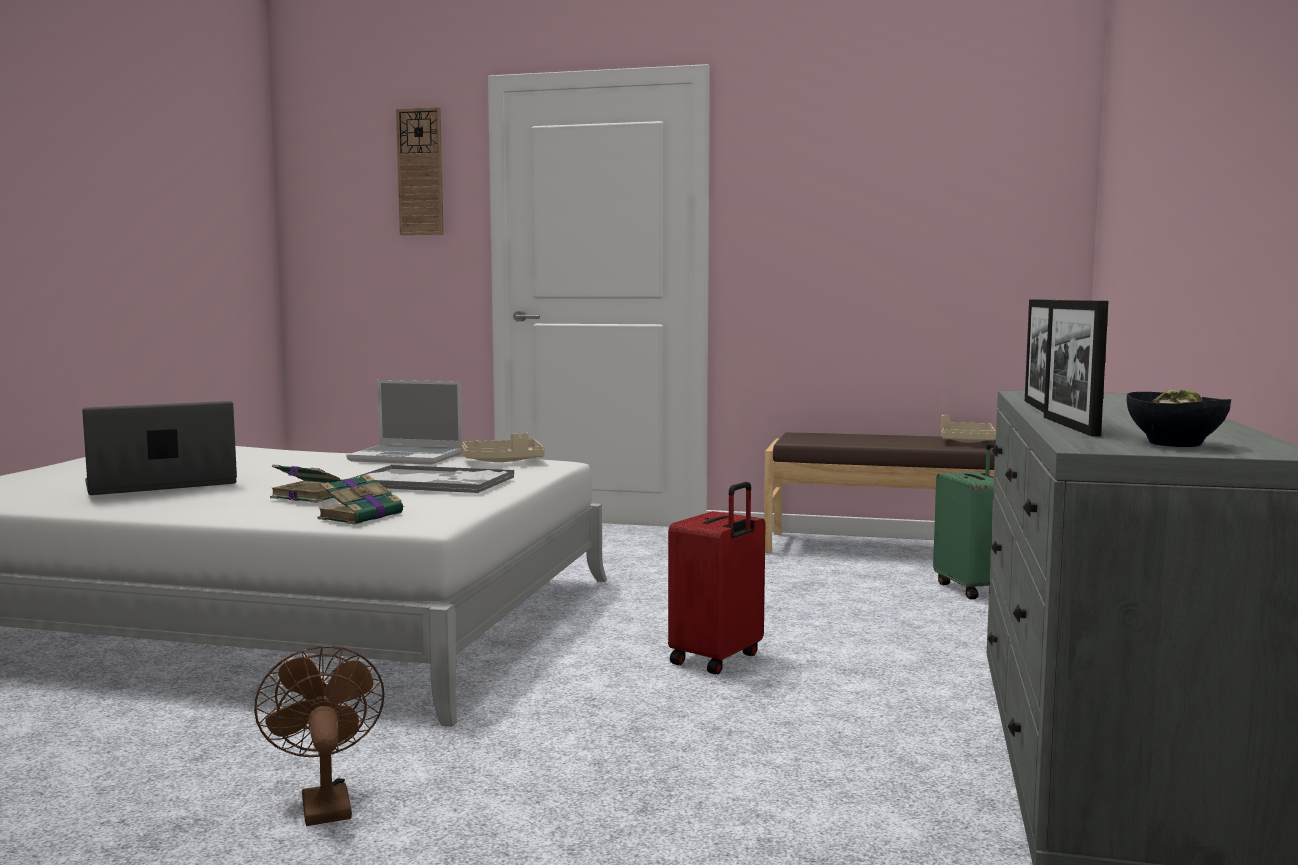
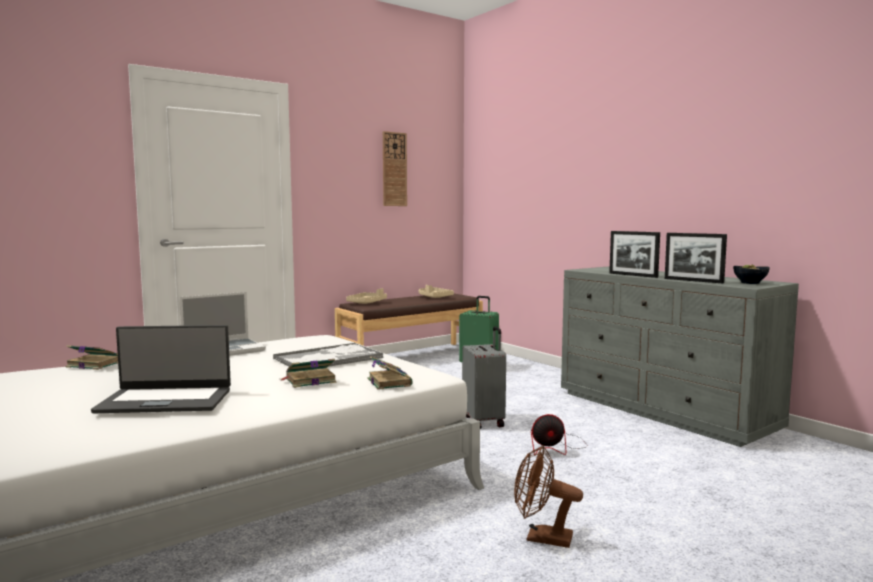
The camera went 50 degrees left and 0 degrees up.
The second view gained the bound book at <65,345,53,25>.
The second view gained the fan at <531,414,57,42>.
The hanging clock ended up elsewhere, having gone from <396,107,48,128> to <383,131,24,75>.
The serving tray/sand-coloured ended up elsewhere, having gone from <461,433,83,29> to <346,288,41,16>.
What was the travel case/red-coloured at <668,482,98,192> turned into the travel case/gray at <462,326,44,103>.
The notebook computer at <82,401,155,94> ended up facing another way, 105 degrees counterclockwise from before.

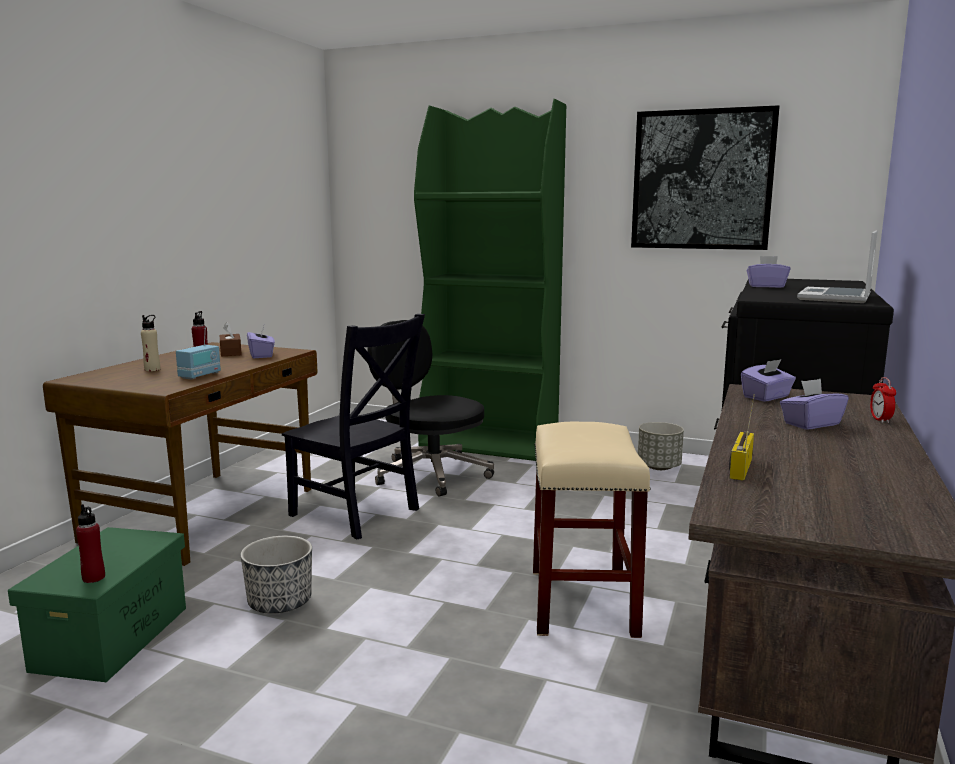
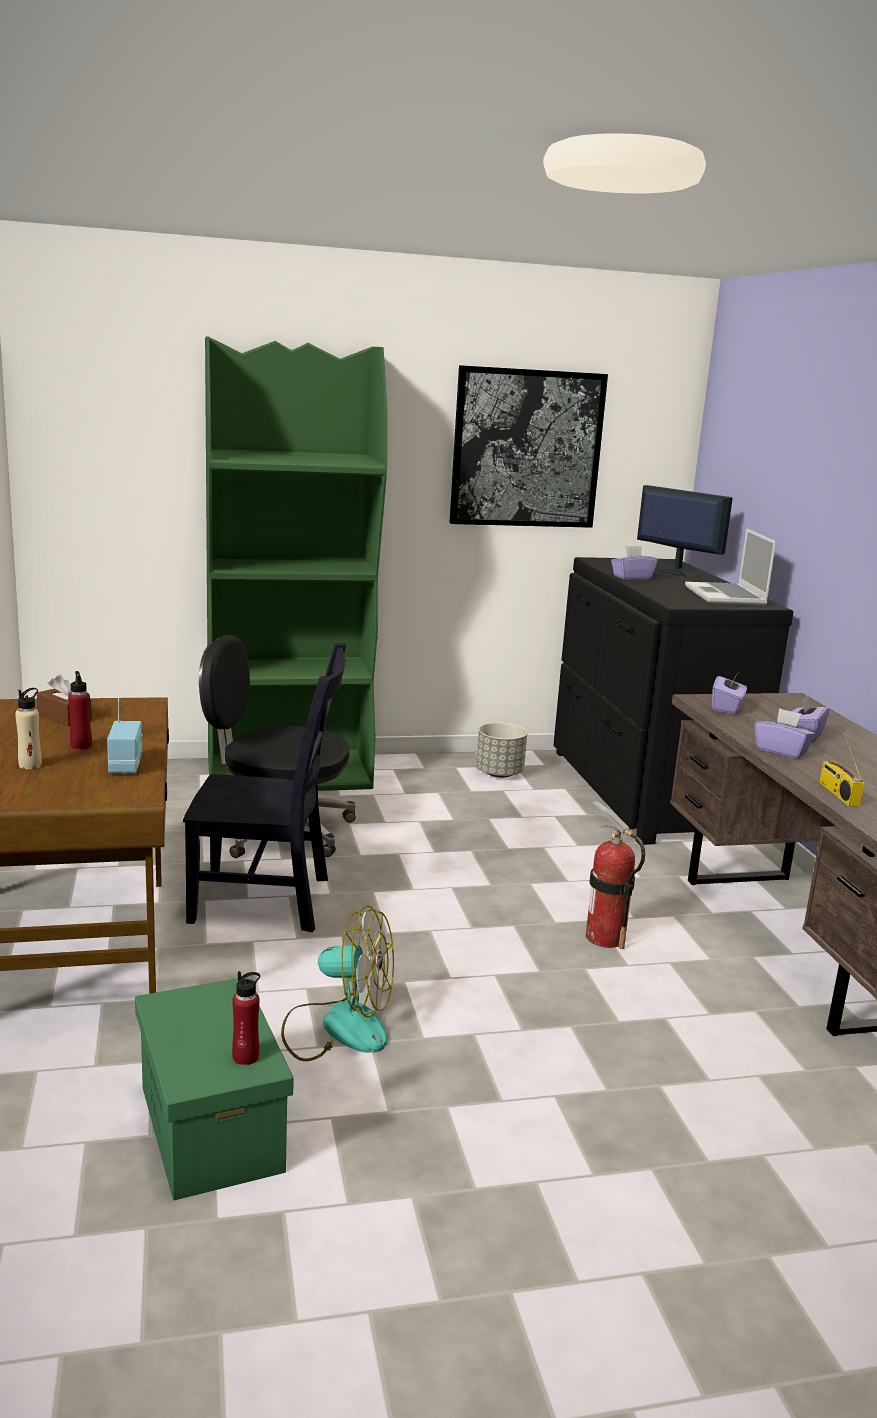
The camera went 35 degrees left and 5 degrees up.
The second view lost the alarm clock at <870,377,26,46>.
The second view gained the monitor at <637,485,96,92>.
The tissue holder/purplish ended up elsewhere, having gone from <247,326,28,32> to <754,708,62,51>.
Where the planter stood at <240,536,72,78>, the fan came to stand at <281,906,113,155>.
Where the stool seat/sand-coloured stood at <533,422,118,216>, the extinguisher came to stand at <586,801,59,148>.

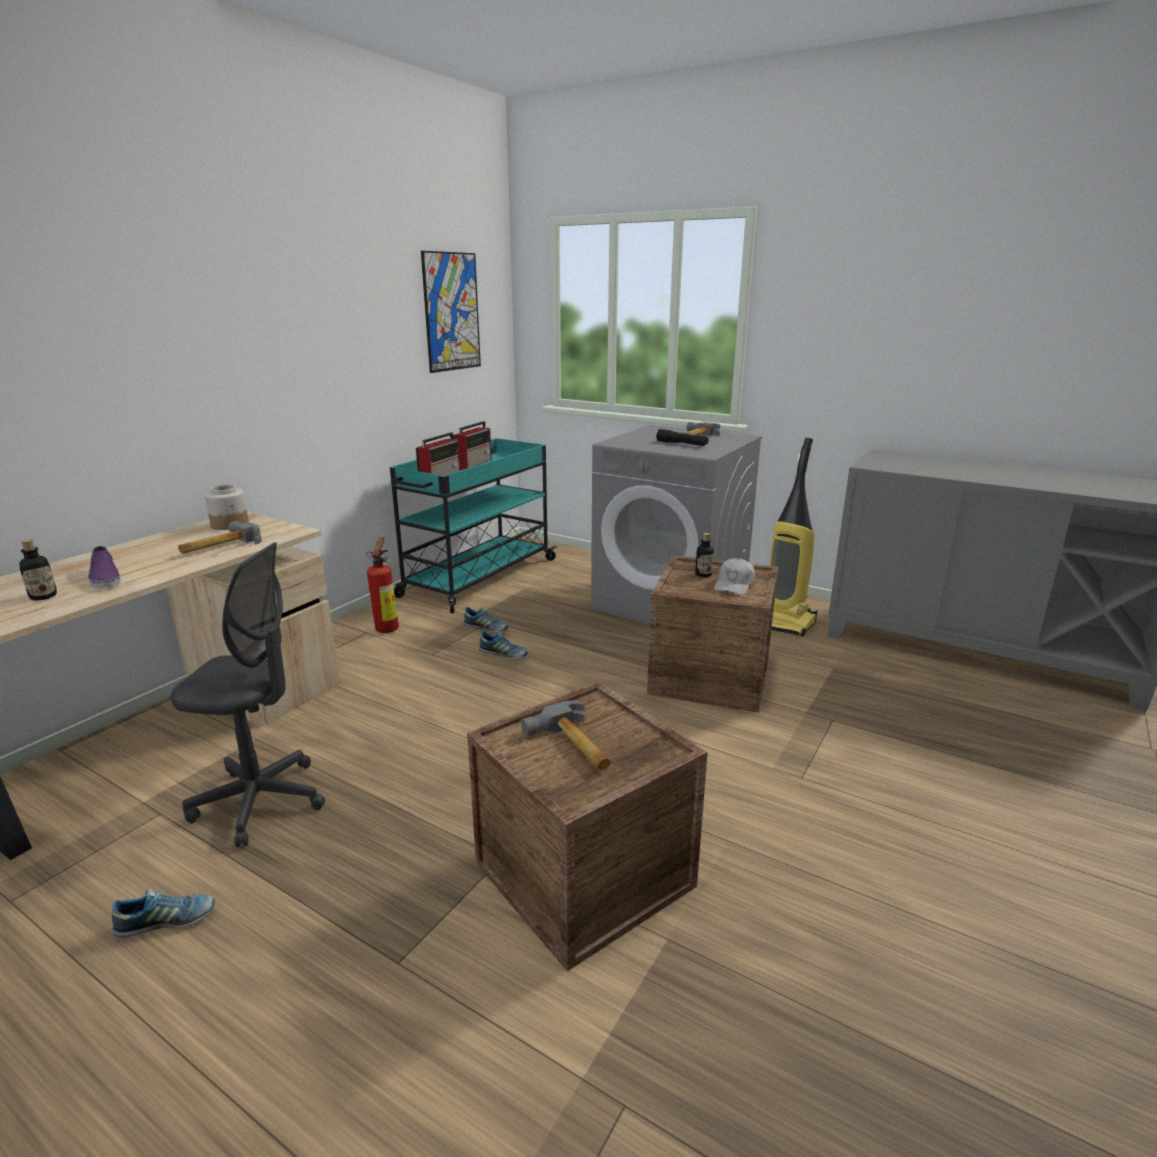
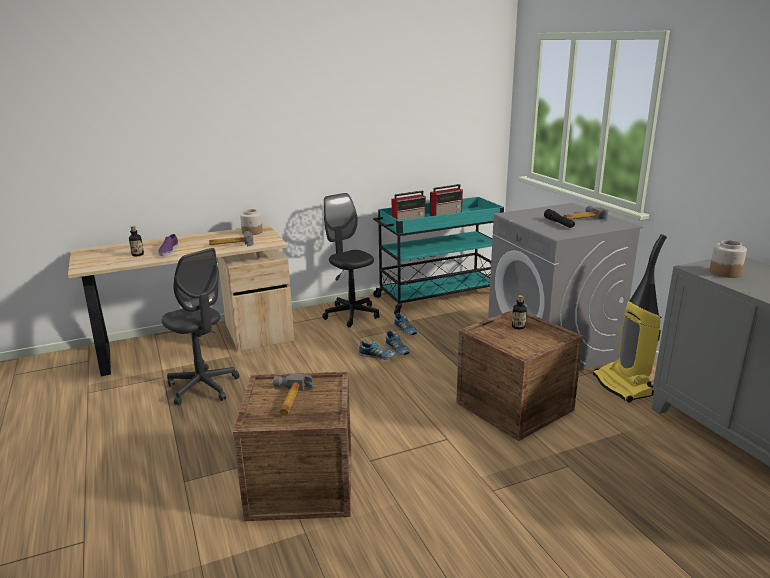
The camera went 35 degrees right and 0 degrees up.
The second view lost the wall picture at <421,251,60,122>.
The second view lost the cap/white at <714,558,41,37>.
The second view gained the preserve jar at <709,240,38,38>.
The item of footwear ended up elsewhere, having gone from <111,889,104,49> to <358,341,37,19>.
Where the extinguisher stood at <367,537,32,96>, the desk chair/black came to stand at <322,193,57,135>.

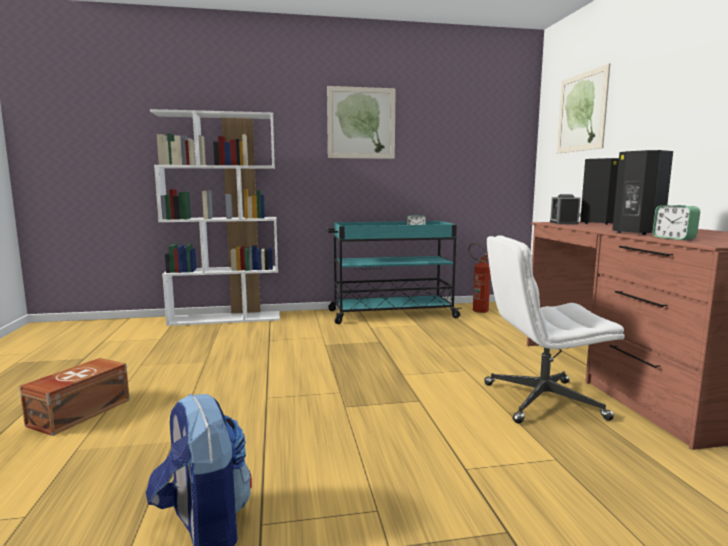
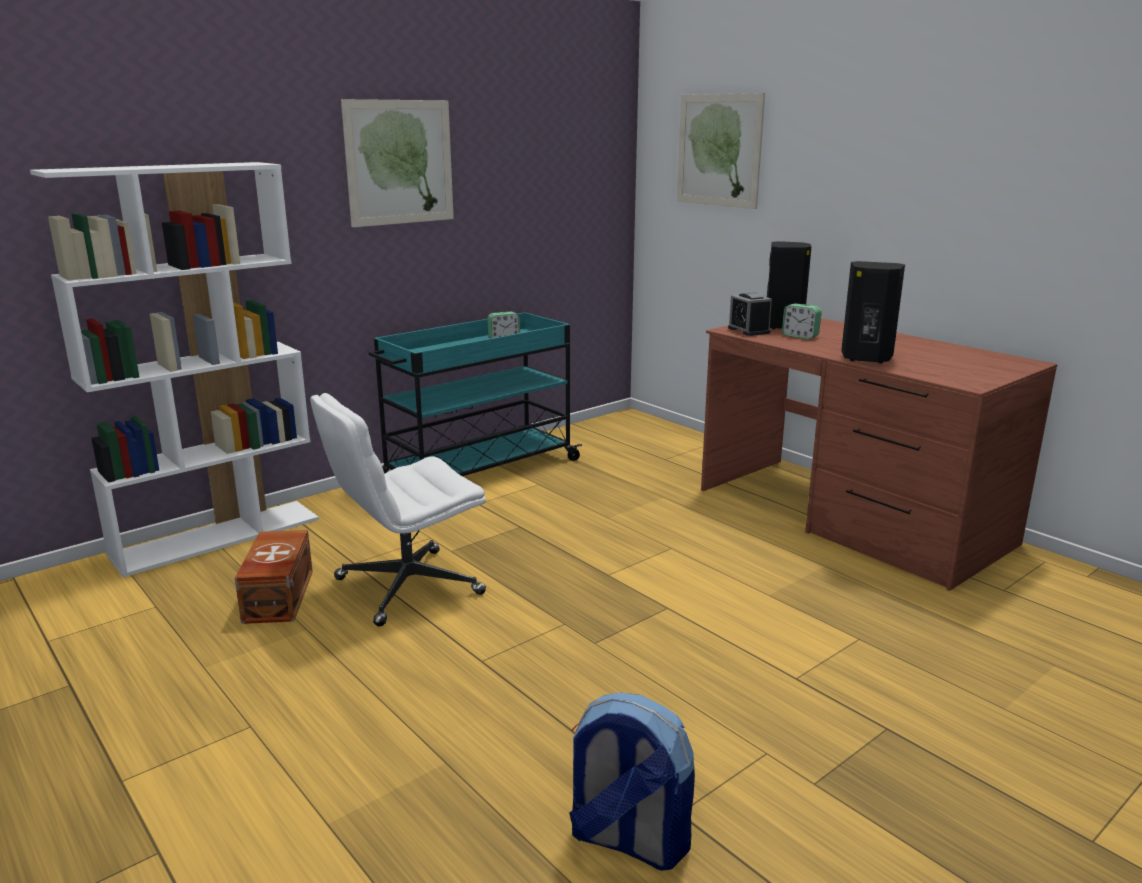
The camera went 30 degrees left and 10 degrees up.
The second view lost the extinguisher at <468,243,22,70>.
The storage box/brownish ended up elsewhere, having gone from <19,358,111,78> to <235,530,78,94>.
The desk chair/white ended up elsewhere, having gone from <484,235,141,189> to <310,393,176,234>.
The alarm clock ended up elsewhere, having gone from <652,205,48,35> to <782,303,40,36>.

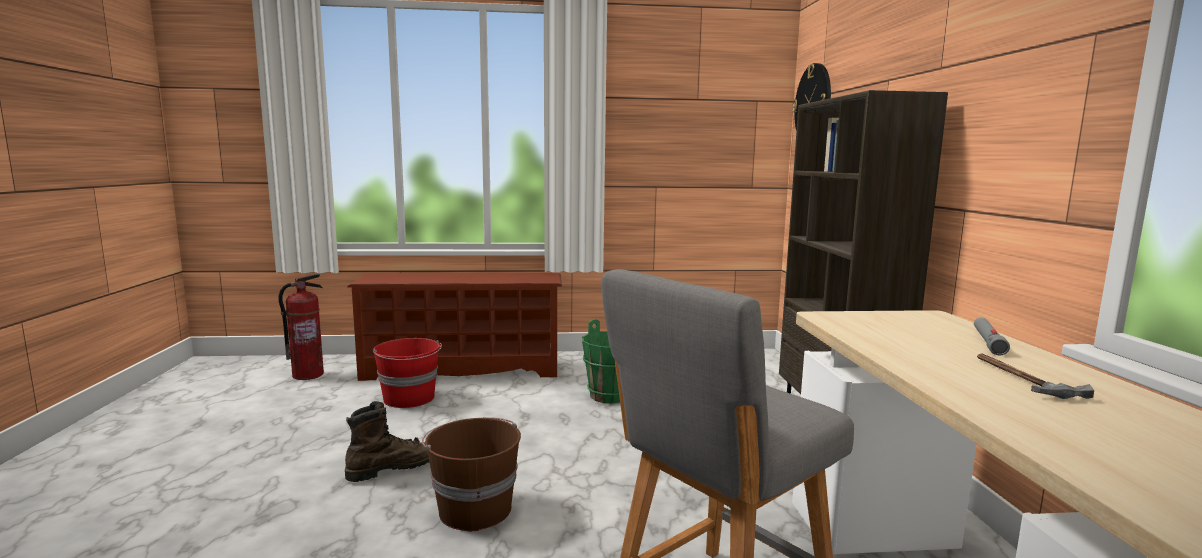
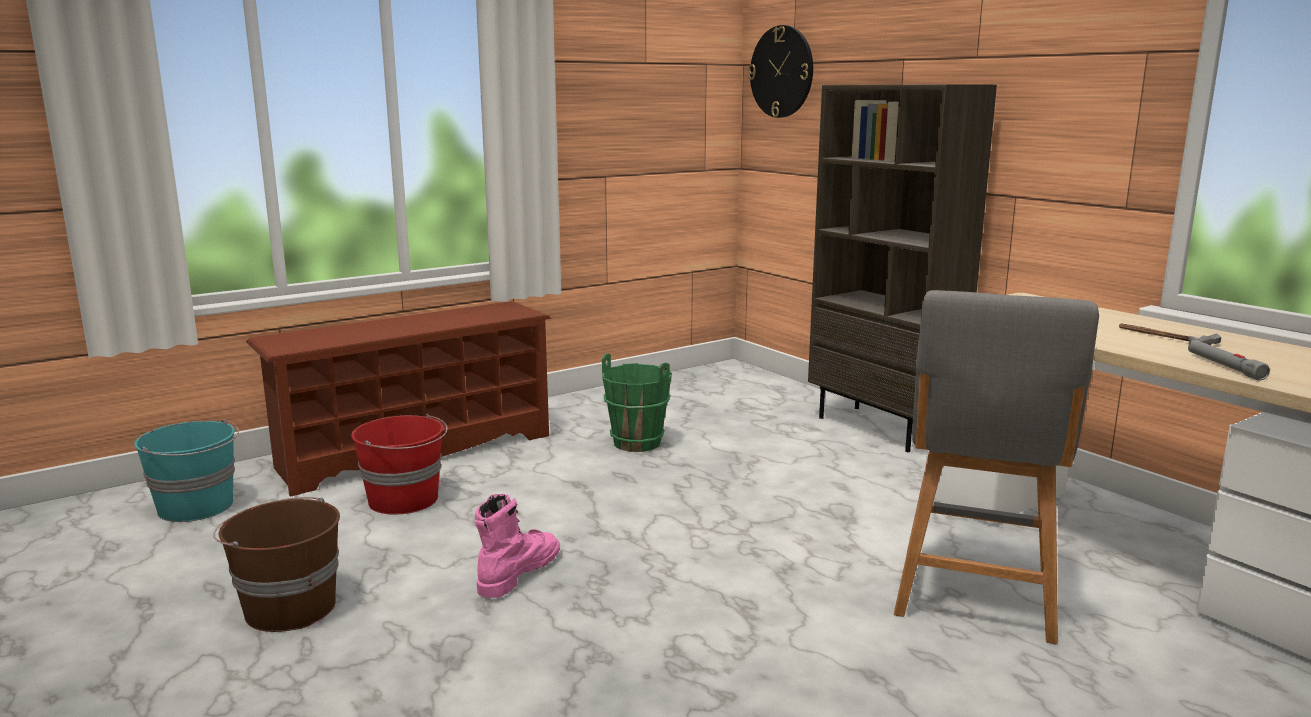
The camera went 30 degrees left and 5 degrees up.
The pail/brownish ended up elsewhere, having gone from <422,417,99,114> to <213,497,127,135>.
The flashlight/gray ended up elsewhere, having gone from <974,318,36,37> to <1188,340,82,41>.
Where the extinguisher stood at <278,274,46,106>, the pail/turquoise came to stand at <134,420,105,102>.
What was the boot/brownish at <345,401,85,81> turned into the boot/pinkish at <475,494,85,104>.

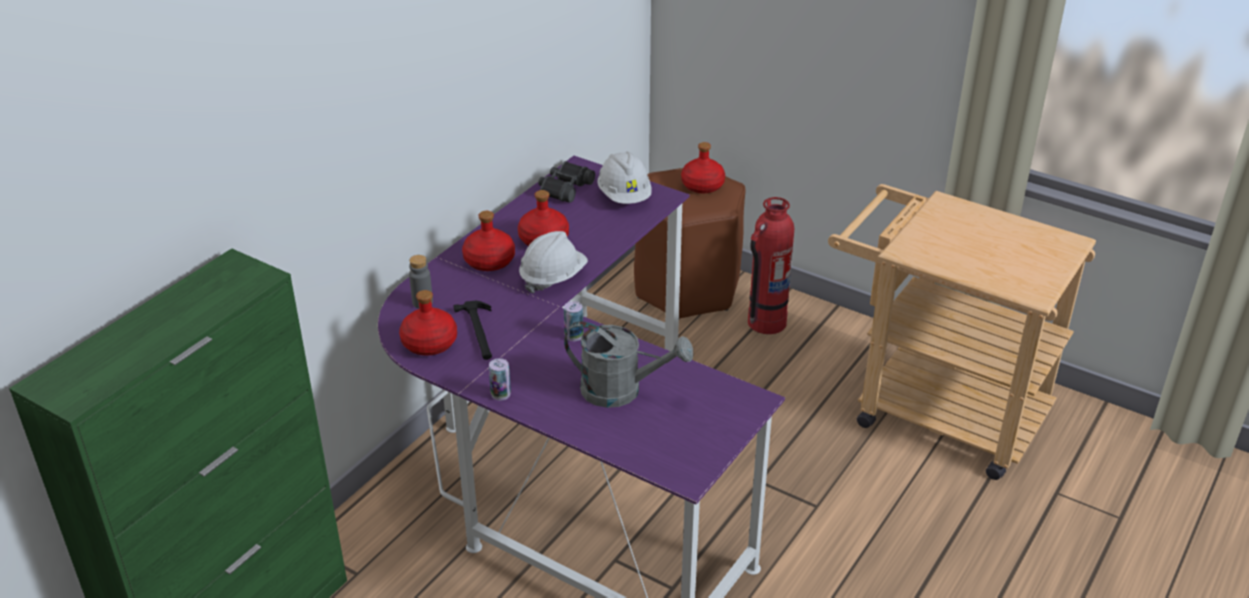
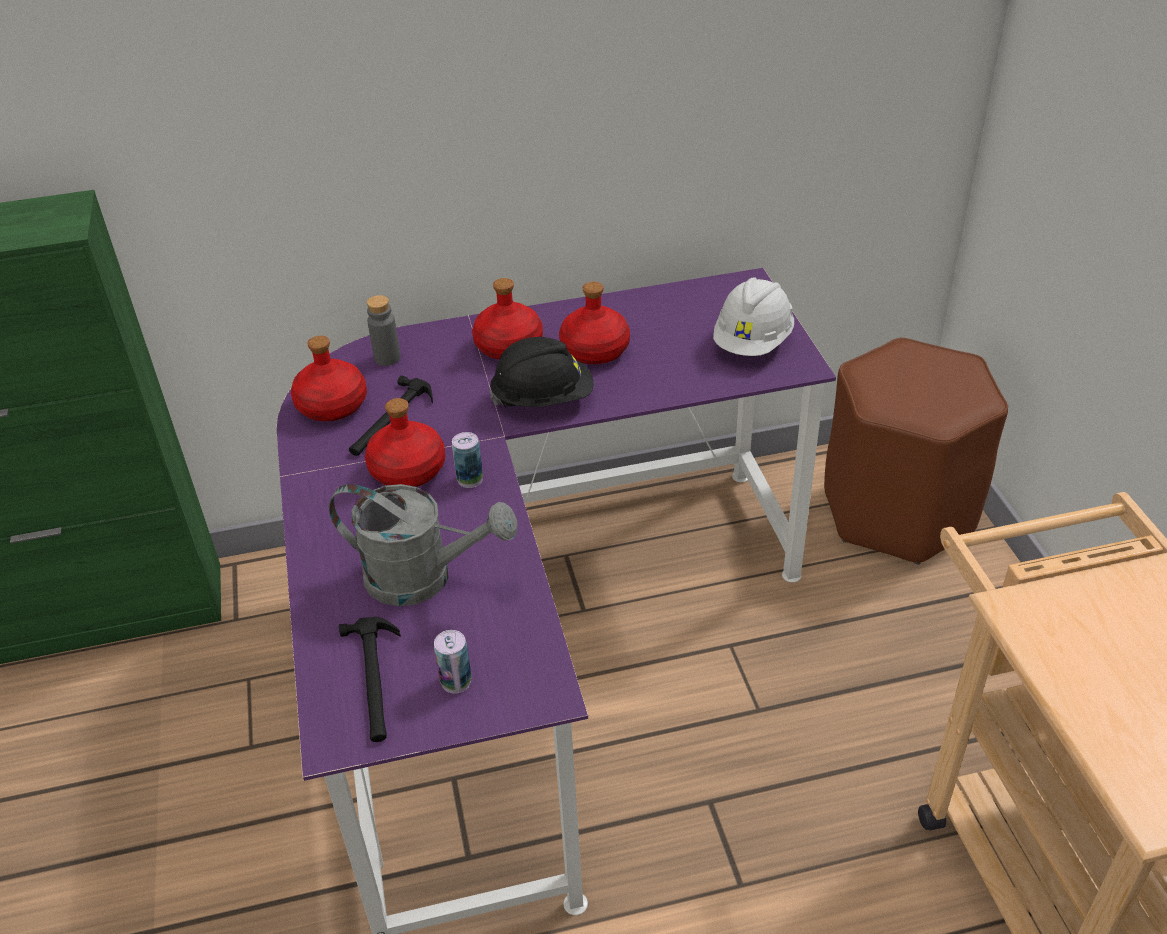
The camera went 45 degrees right and 5 degrees up.
The second view lost the binoculars/black at <538,161,57,42>.
The second view lost the extinguisher at <748,197,46,137>.
The second view gained the hand hammer at <339,617,62,125>.
The sealed can ended up elsewhere, having gone from <489,358,22,43> to <434,630,38,64>.
The bottle/red-coloured ended up elsewhere, having gone from <681,142,44,51> to <365,398,80,89>.
What was the hard hat/white at <519,231,69,62> turned into the hard hat/black at <490,337,104,71>.
The watering pot/gray at <564,321,129,87> ended up facing another way, 45 degrees counterclockwise from before.

